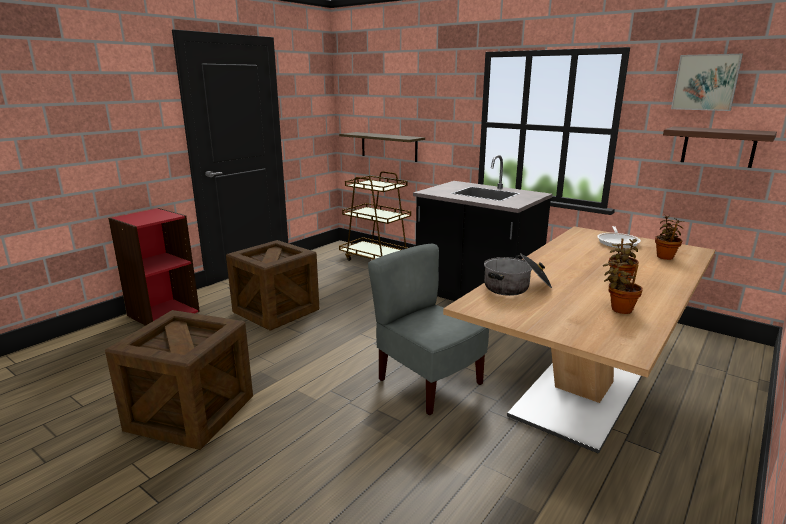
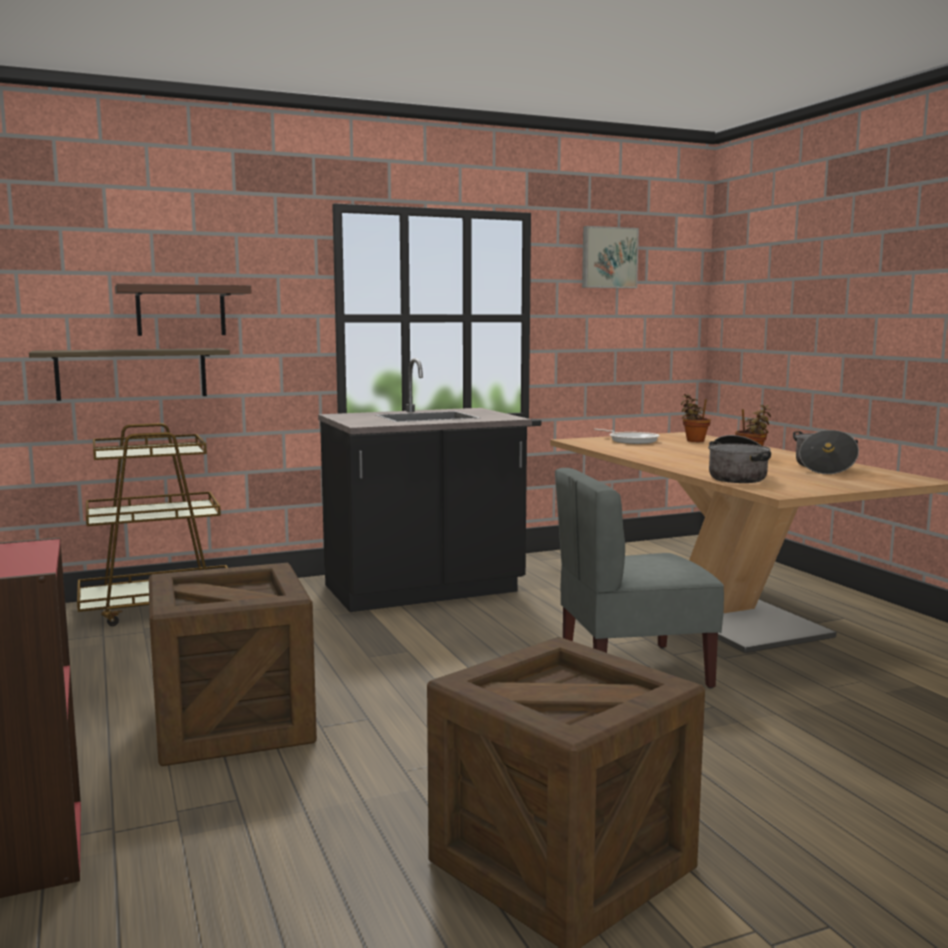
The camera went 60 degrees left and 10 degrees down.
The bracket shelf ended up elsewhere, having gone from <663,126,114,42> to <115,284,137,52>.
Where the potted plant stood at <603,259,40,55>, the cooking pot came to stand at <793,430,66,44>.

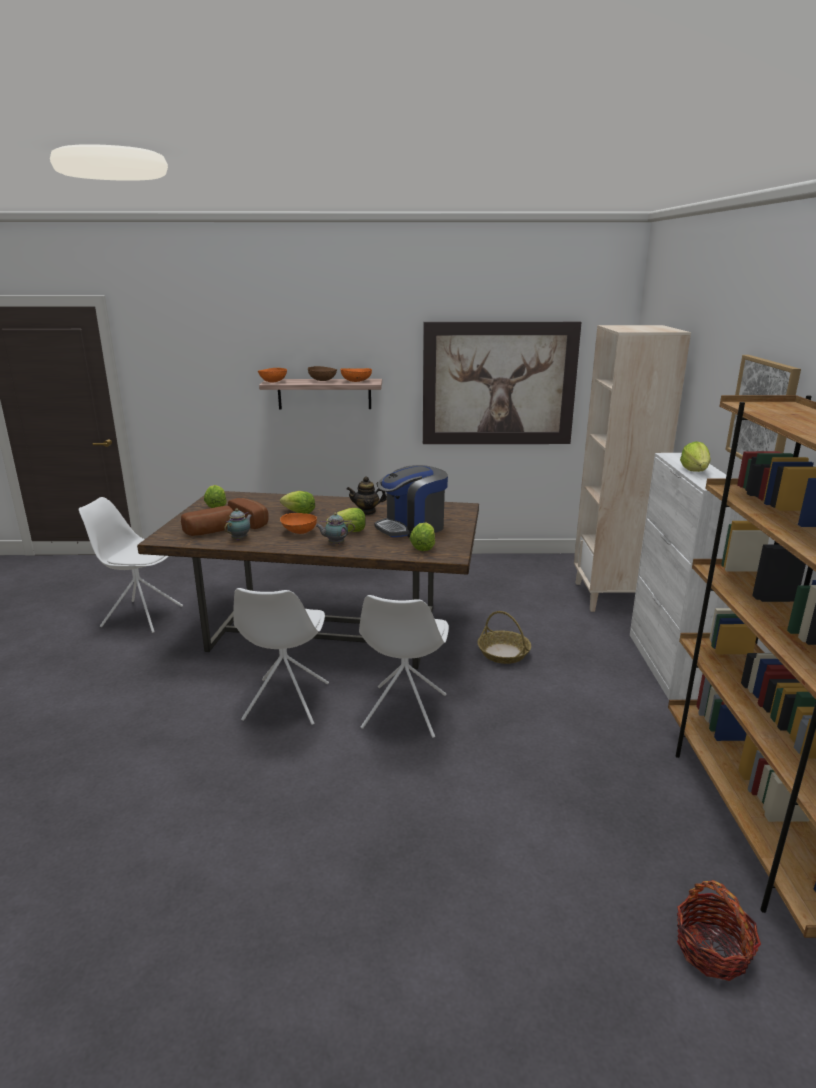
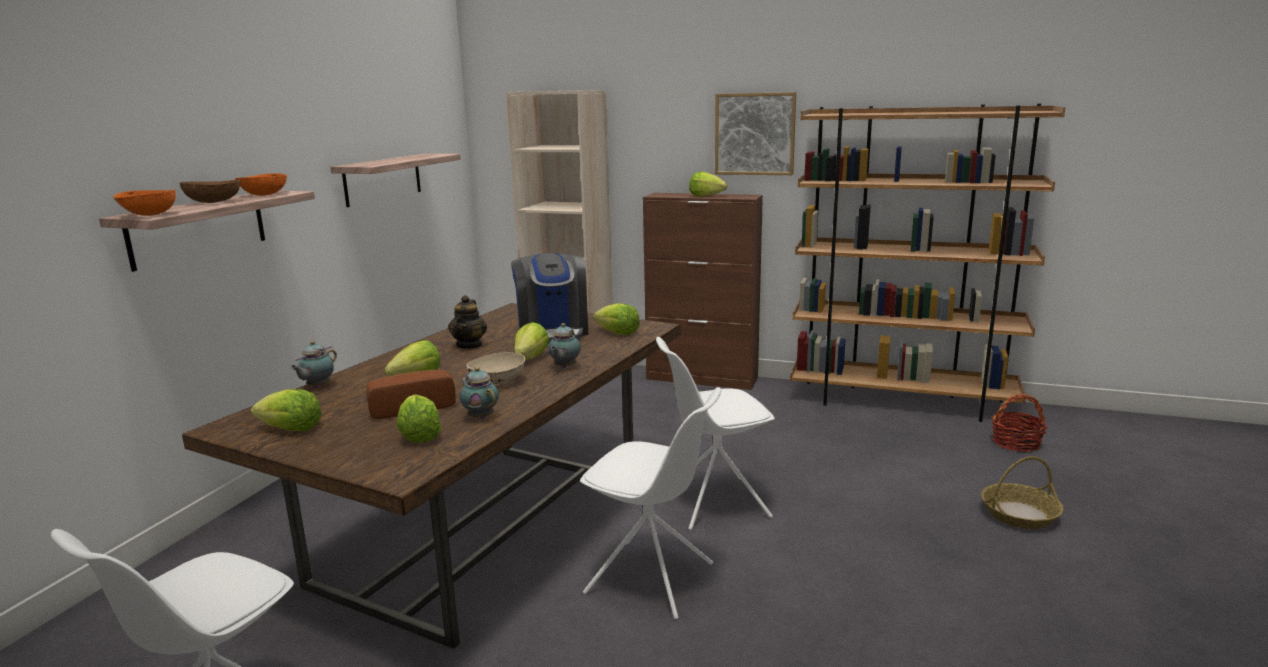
The camera went 70 degrees left and 5 degrees down.
The second view gained the teapot at <290,341,47,47>.
The household basket ended up elsewhere, having gone from <477,611,54,53> to <981,456,83,73>.
Where the bread stood at <181,506,52,30>, the lettuce head came to stand at <397,394,44,49>.
Where the wall picture hung at <423,322,159,122>, the bracket shelf came to hang at <330,154,130,53>.
What was the deep dish/orange at <280,513,37,21> turned into the deep dish/sand-coloured at <466,352,59,32>.
What was the storage cabinet/white at <630,453,114,247> turned into the storage cabinet/brownish at <643,193,120,197>.
The chair/white at <359,595,90,143> ended up facing another way, 135 degrees clockwise from before.

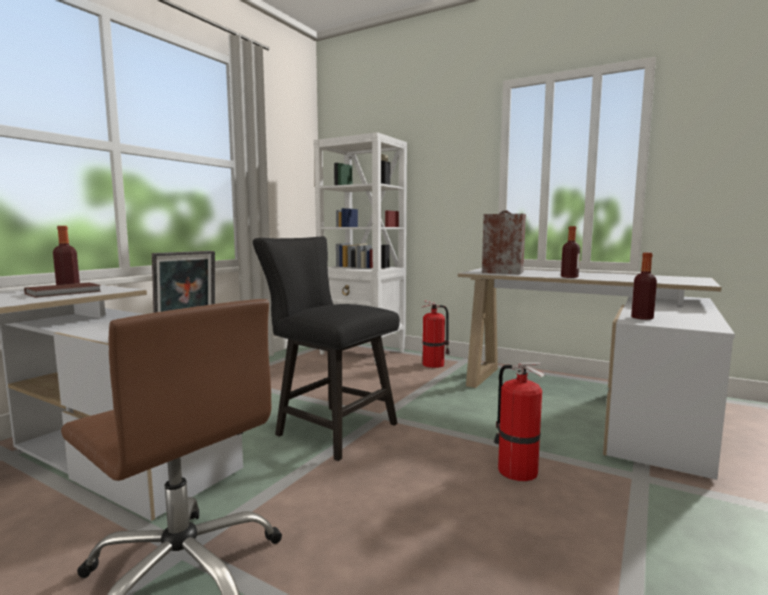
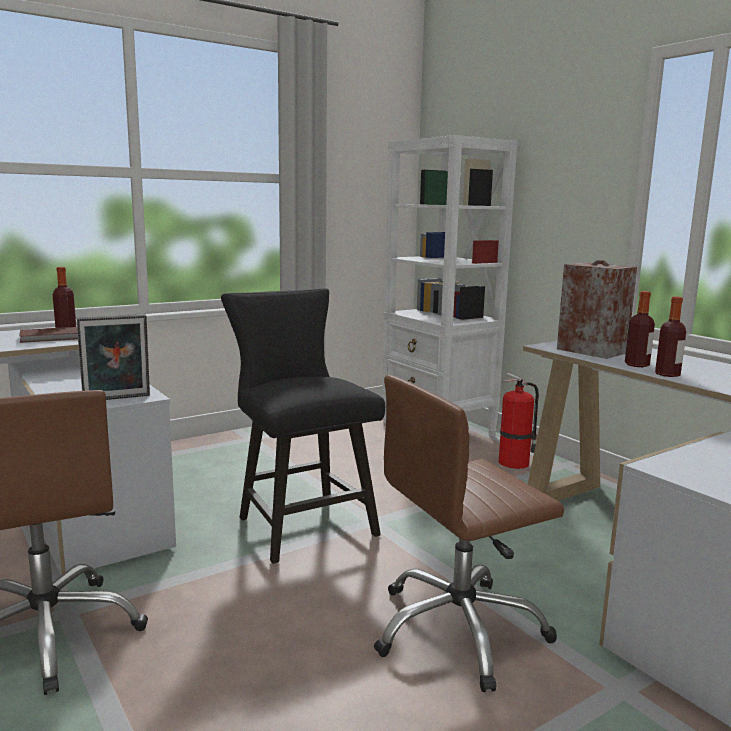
The camera went 25 degrees right and 5 degrees up.
The bottle ended up elsewhere, having gone from <631,252,26,68> to <625,291,30,76>.
Where the extinguisher stood at <494,362,51,119>, the desk chair/brownish came to stand at <374,375,190,317>.

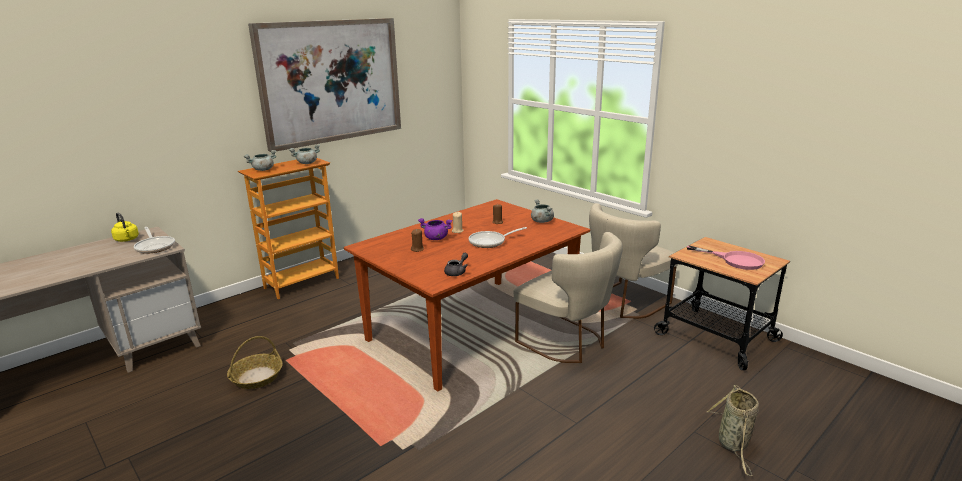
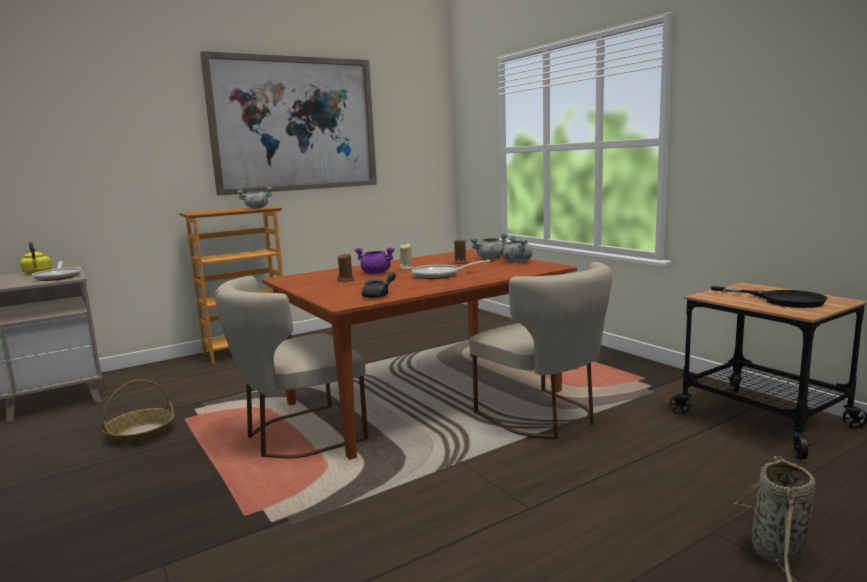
The camera went 10 degrees right and 10 degrees down.
The cooking pot/gray ended up elsewhere, having gone from <244,150,32,21> to <470,233,38,26>.
The chair/sand-coloured ended up elsewhere, having gone from <589,203,89,116> to <215,276,153,182>.
What was the pan/pinkish at <687,245,78,25> turned into the pan/black at <711,286,116,22>.

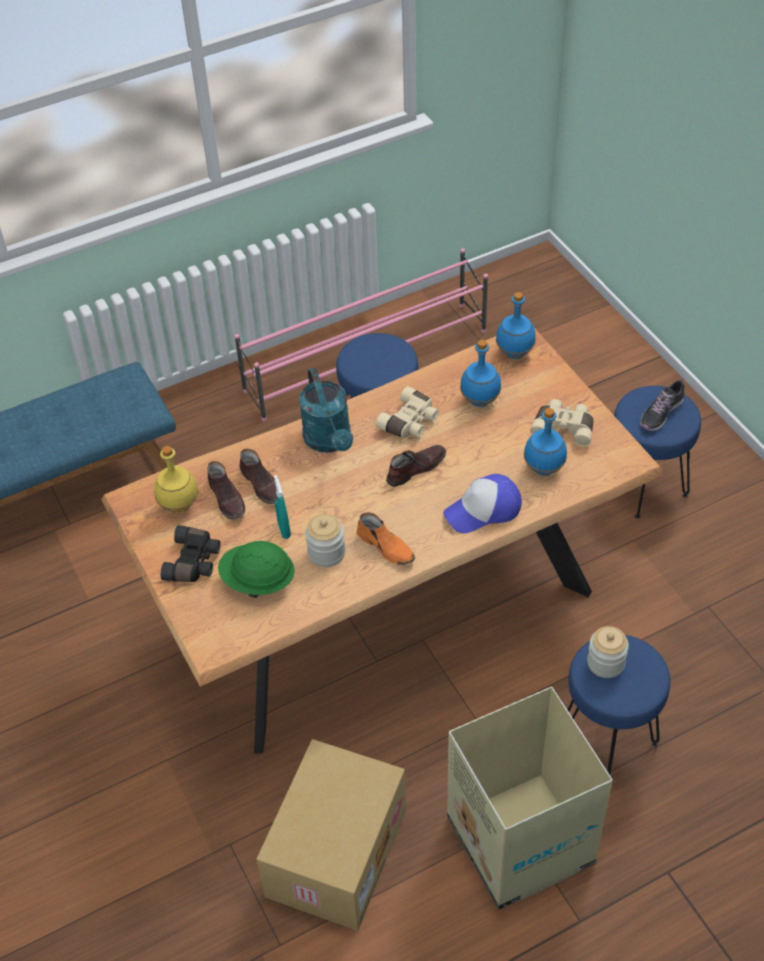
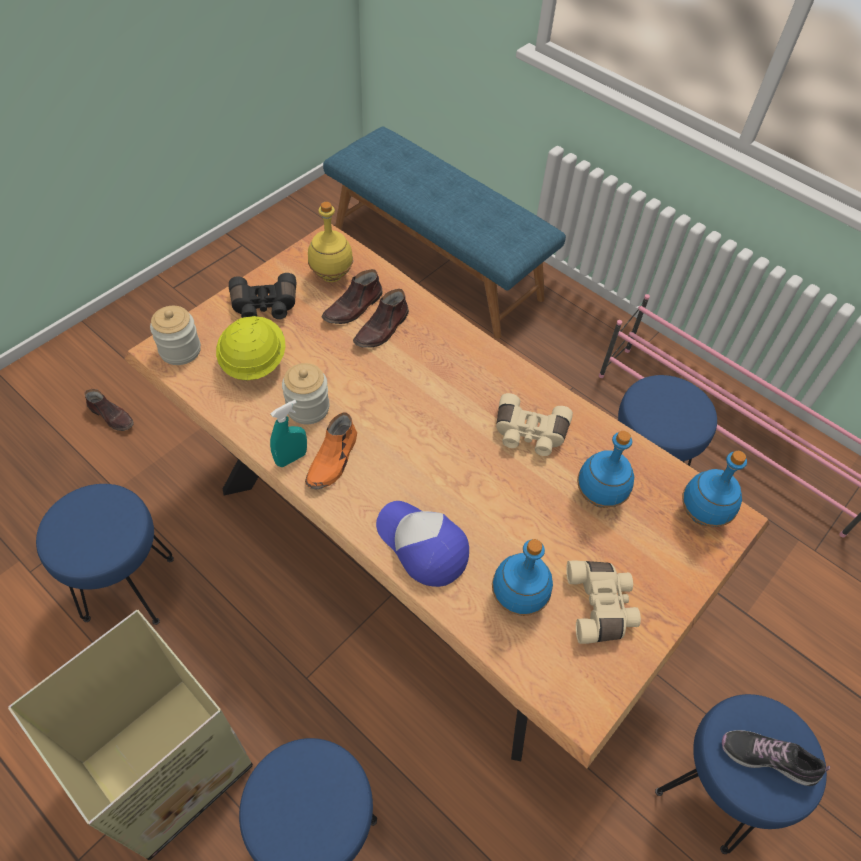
The camera went 65 degrees right and 5 degrees up.
The second view lost the watering pot/turquoise at <299,368,54,85>.
The sprayer/turquoise ended up elsewhere, having gone from <274,475,17,64> to <270,400,37,67>.
The item of footwear/brownish ended up elsewhere, having gone from <386,445,60,42> to <85,389,49,42>.
The preserve jar ended up elsewhere, having gone from <587,626,42,52> to <150,306,51,59>.
Where the packing box stood at <256,739,150,192>, the stool seat/blue-coloured came to stand at <36,484,138,141>.
What was the hard hat/greenish at <218,541,77,57> turned into the hard hat/yellowish at <216,316,69,64>.

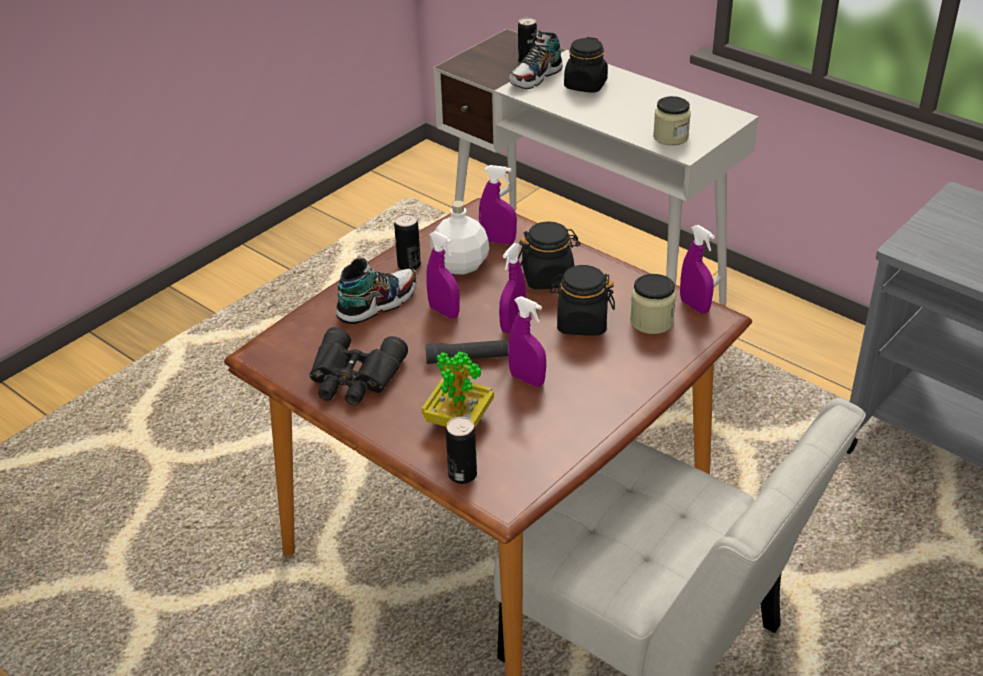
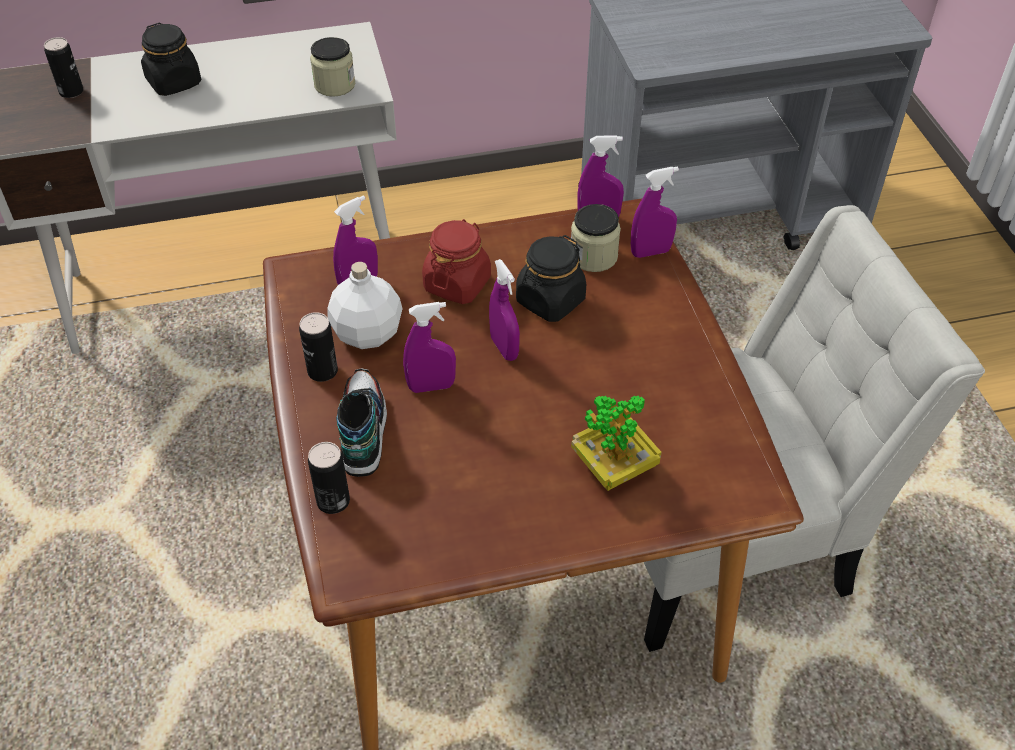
The camera went 55 degrees left and 10 degrees up.
The second view lost the binoculars/black at <310,327,98,78>.
The second view lost the flashlight/black at <425,340,84,24>.
The second view lost the item of footwear at <509,30,54,59>.
The sealed can ended up elsewhere, having gone from <446,417,31,67> to <308,442,42,72>.
The sprayer/purplish ended up elsewhere, having gone from <508,296,38,91> to <631,167,48,91>.
What was the preserve jar/black at <518,221,62,68> turned into the preserve jar/red-coloured at <422,219,69,85>.

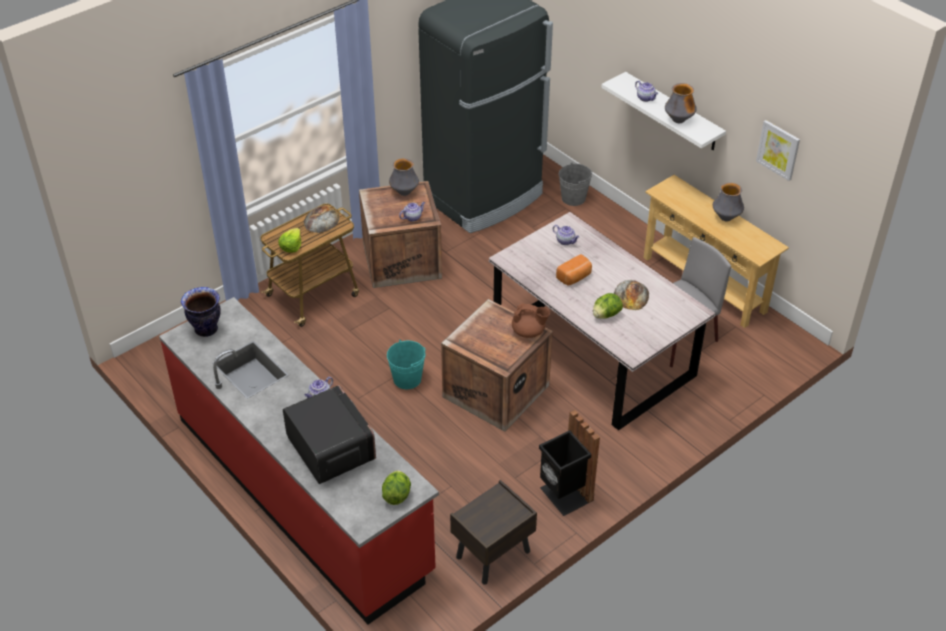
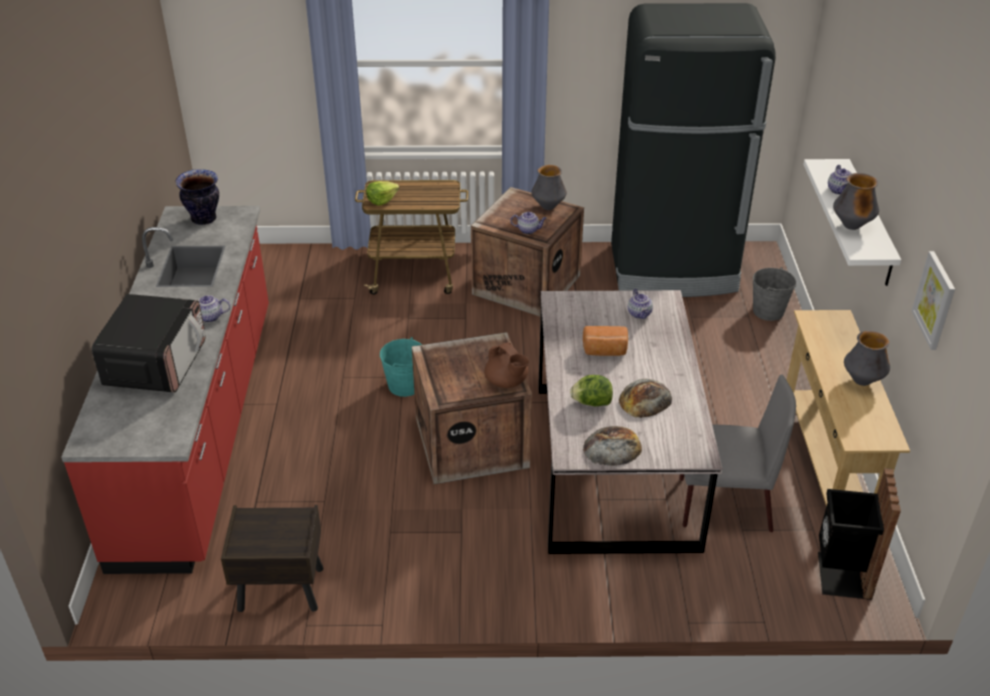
The camera went 40 degrees right and 5 degrees down.
The second view lost the lettuce head at <382,470,29,35>.
The bread ended up elsewhere, having gone from <304,206,36,27> to <583,426,59,40>.
The trash can/black ended up elsewhere, having gone from <539,410,61,106> to <818,468,83,132>.

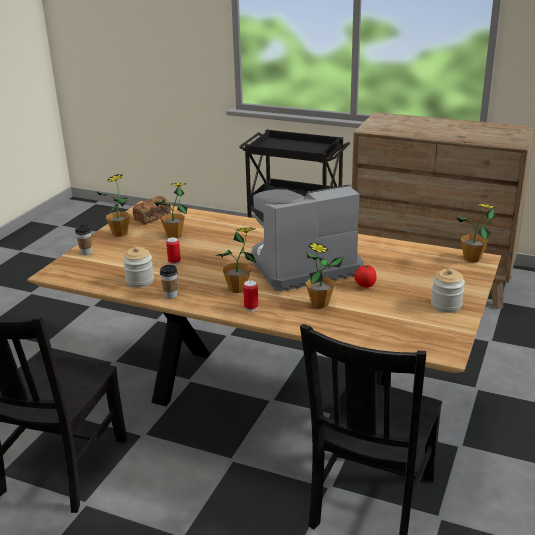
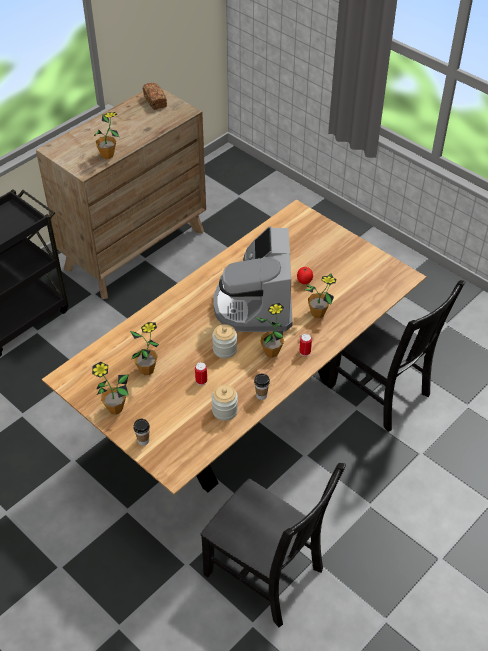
The camera went 70 degrees left and 20 degrees up.
The bread ended up elsewhere, having gone from <133,196,38,29> to <143,83,24,27>.
The preserve jar ended up elsewhere, having gone from <431,268,34,45> to <212,324,25,34>.
The potted plant ended up elsewhere, having gone from <456,203,40,60> to <94,112,25,47>.

